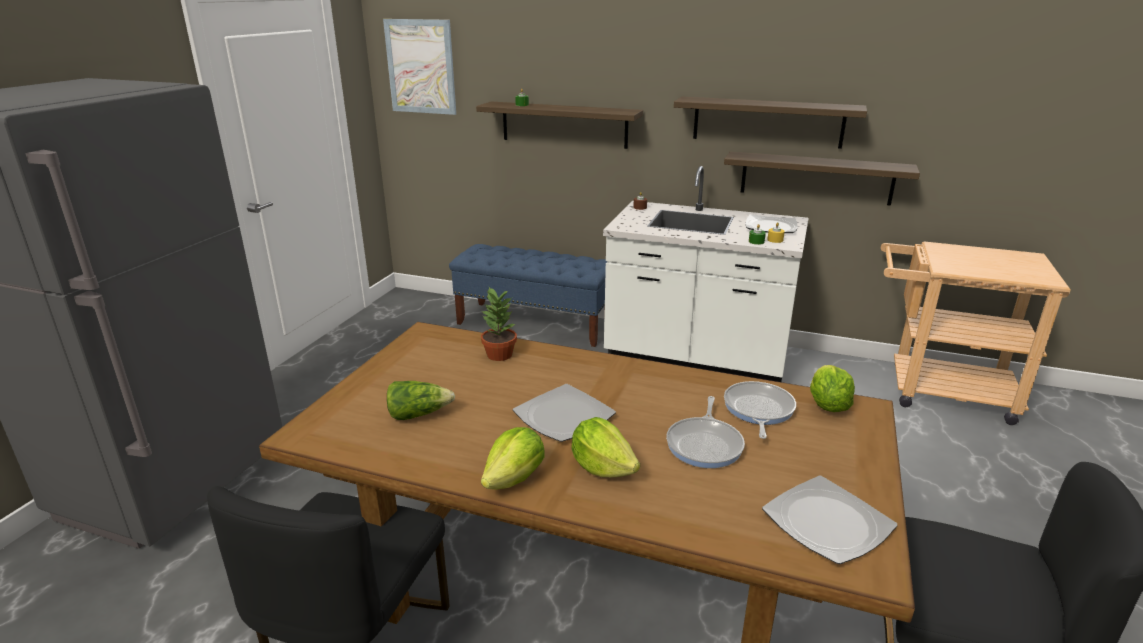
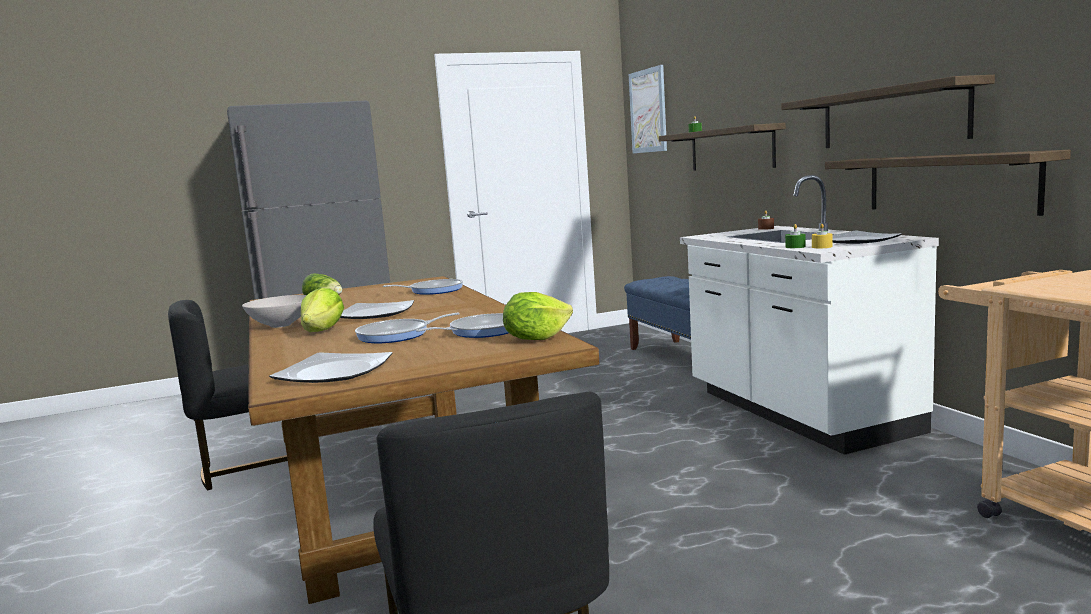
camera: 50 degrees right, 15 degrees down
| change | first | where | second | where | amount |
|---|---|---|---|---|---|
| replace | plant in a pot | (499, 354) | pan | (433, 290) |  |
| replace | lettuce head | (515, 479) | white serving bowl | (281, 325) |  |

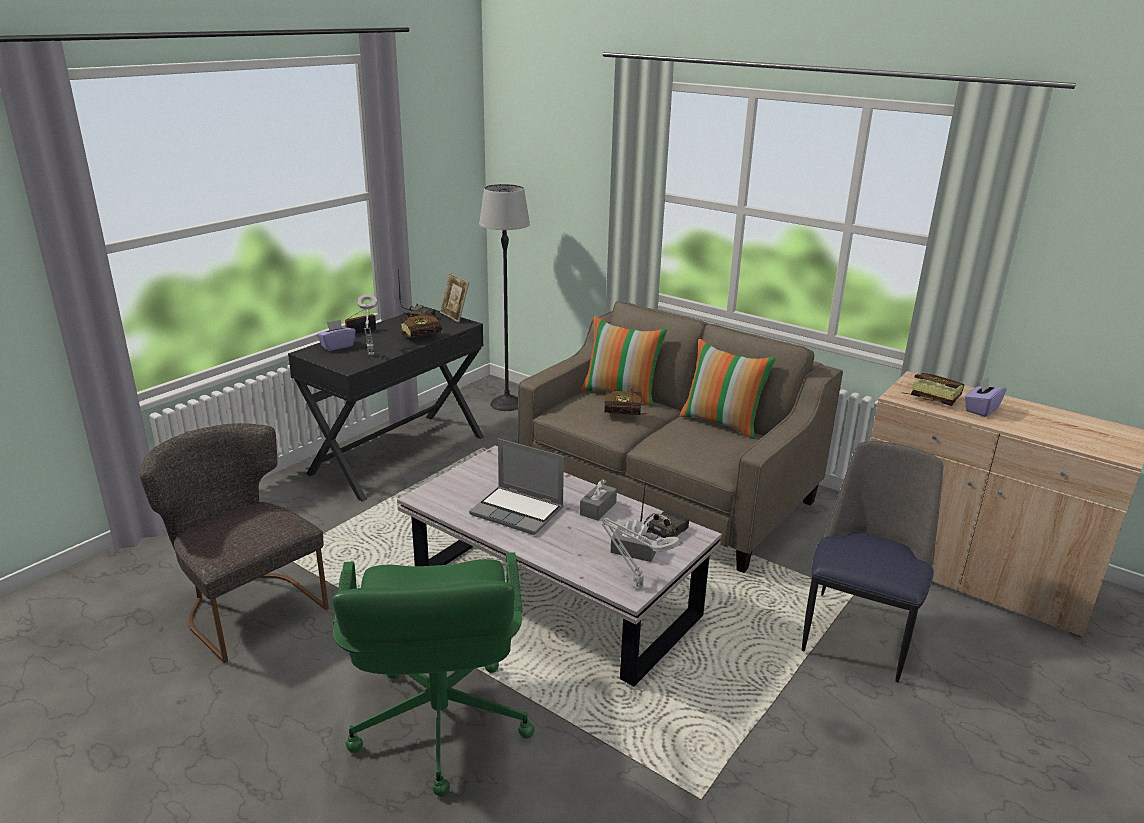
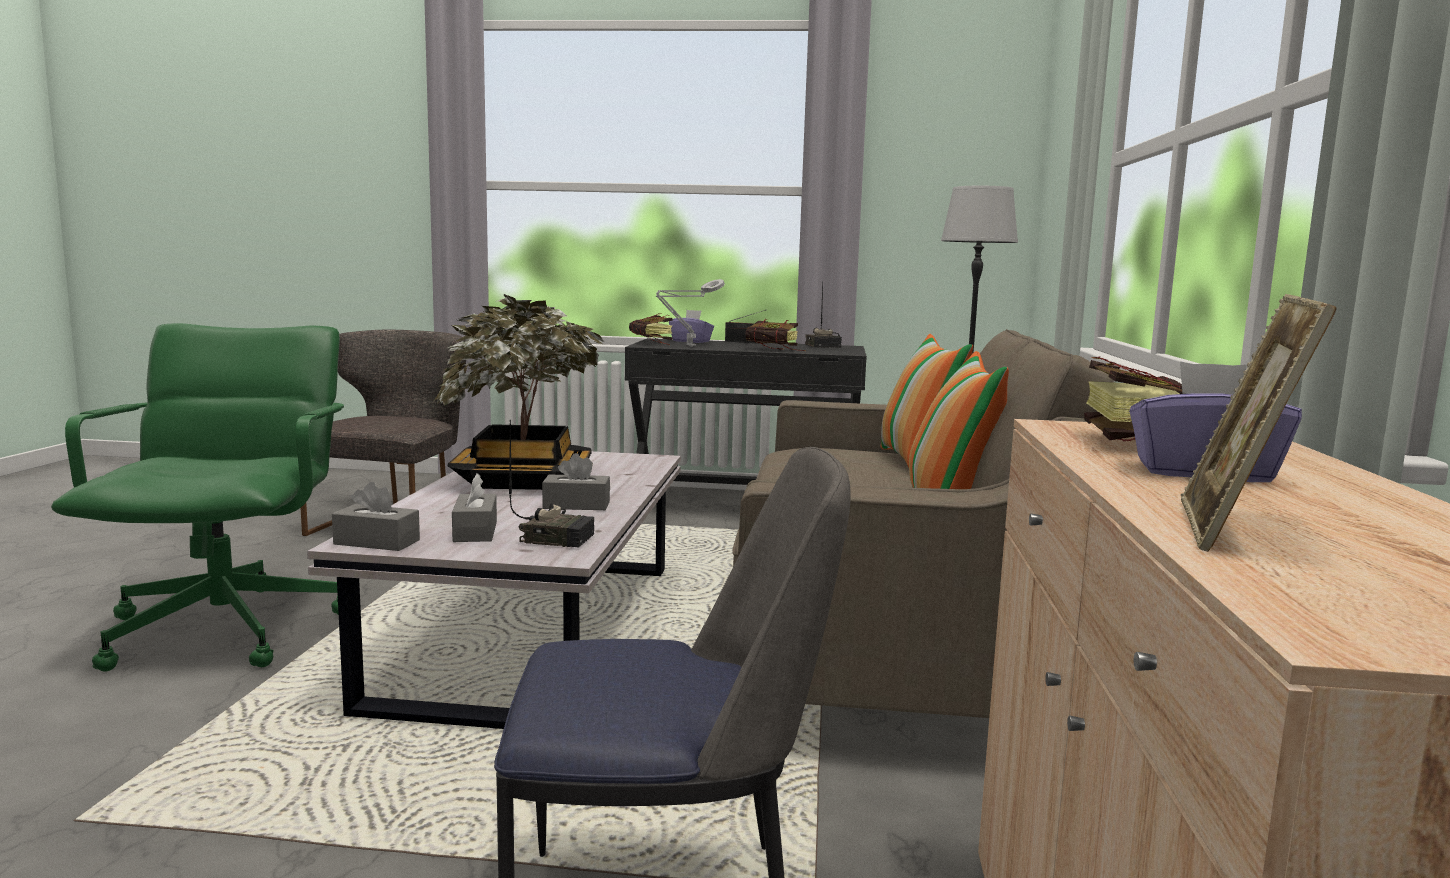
camera: 60 degrees right, 15 degrees down
| change | first | where | second | where | amount |
|---|---|---|---|---|---|
| rotate | green office chair | (439, 725) |  | (228, 629) | 120 degrees clockwise |
| move | photo frame | (455, 316) |  | (1233, 529) |  |
| replace | portable computer | (518, 511) | plant in a pot | (523, 480) |  |
| replace | greyish tabletop lamp | (635, 586) | greyish tissue holder | (377, 542) |  |
| move | volume | (626, 415) |  | (652, 343) |  |

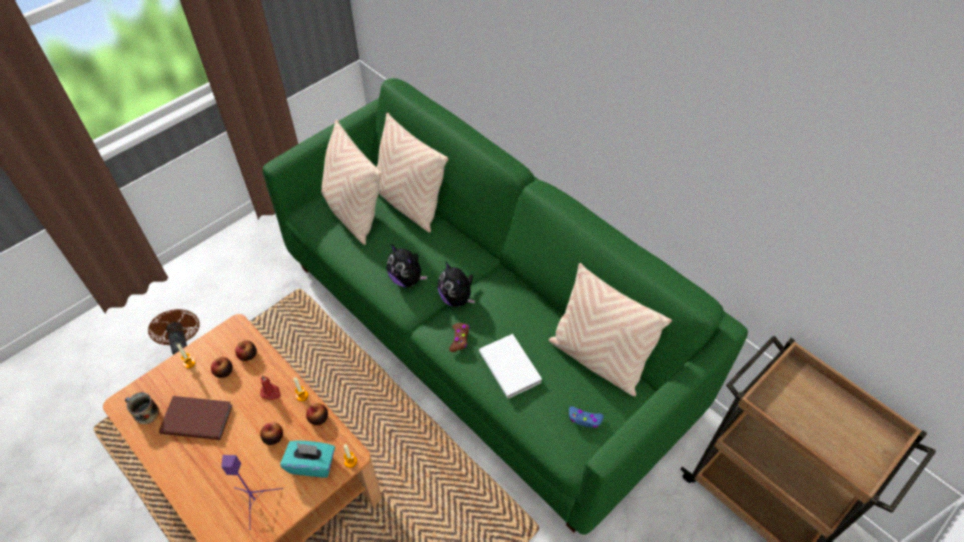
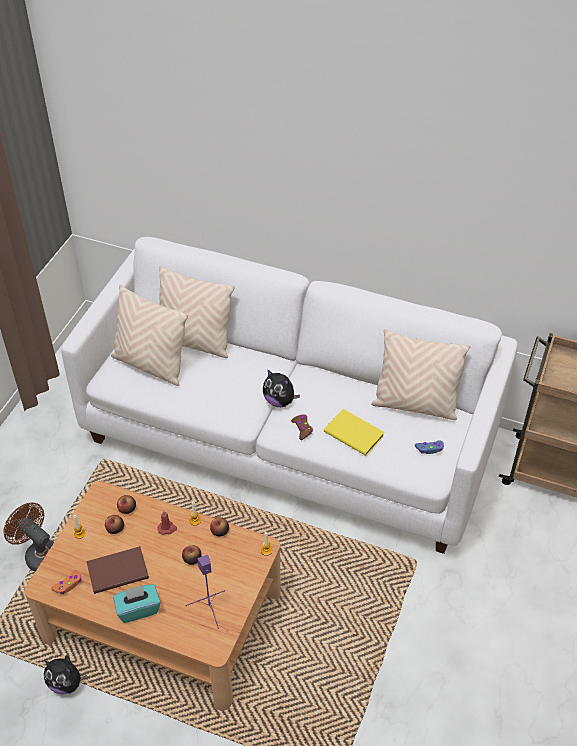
camera: 25 degrees left, 5 degrees down
| change | first | where | second | where | amount |
|---|---|---|---|---|---|
| replace | coffee mug | (145, 413) | orange-coloured game controller | (68, 585) |  |
| recolor | green sofa | (483, 335) | white sofa | (289, 438) |  |
| move | turquoise-coloured tissue holder | (312, 464) |  | (138, 609) |  |
| move | cuddly toy | (407, 279) |  | (66, 683) |  |
| recolor | white volume | (510, 366) | yellow volume | (354, 433) |  |

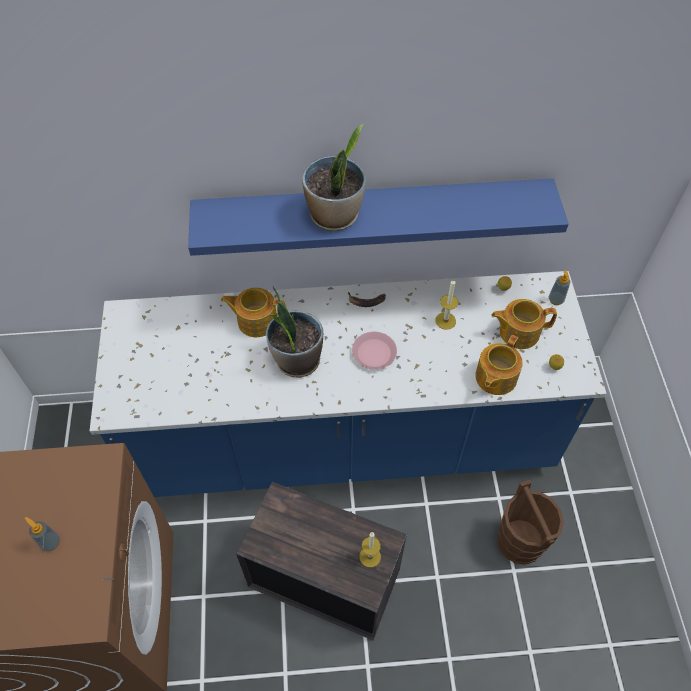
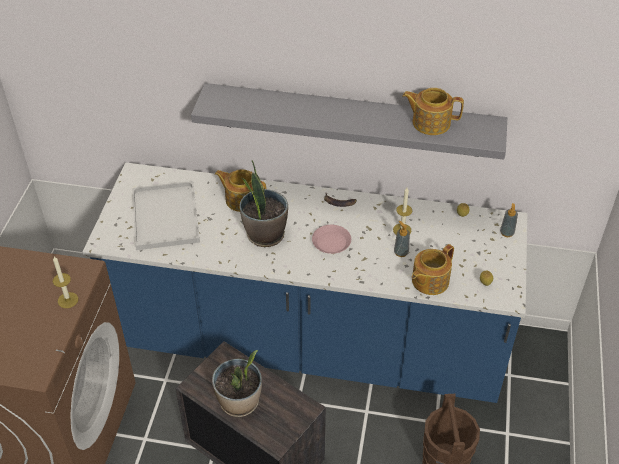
camera: 15 degrees right, 10 degrees down
| change | first | where | second | where | amount |
|---|---|---|---|---|---|
| move | liquid soap bottle | (50, 542) |  | (401, 252) |  |
| recolor | bluish wall shelf | (373, 211) | greyish wall shelf | (351, 120) |  |
| move | plant in a pot | (335, 216) |  | (239, 402) |  |
| move | wax candle | (370, 556) |  | (68, 300) |  |
| move | pot for tea | (518, 332) |  | (430, 122) |  |
| insert |  |  | white serving tray | (166, 217) |  |

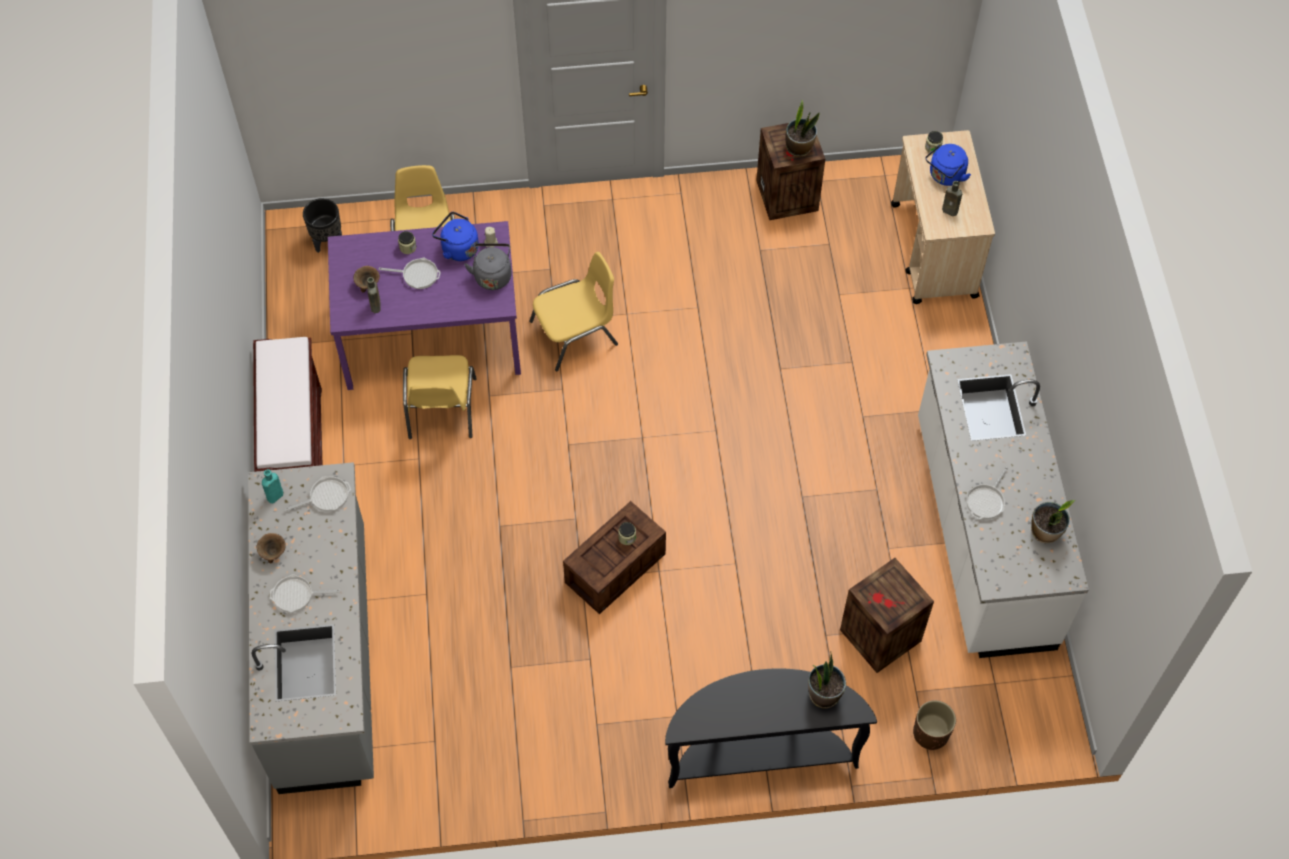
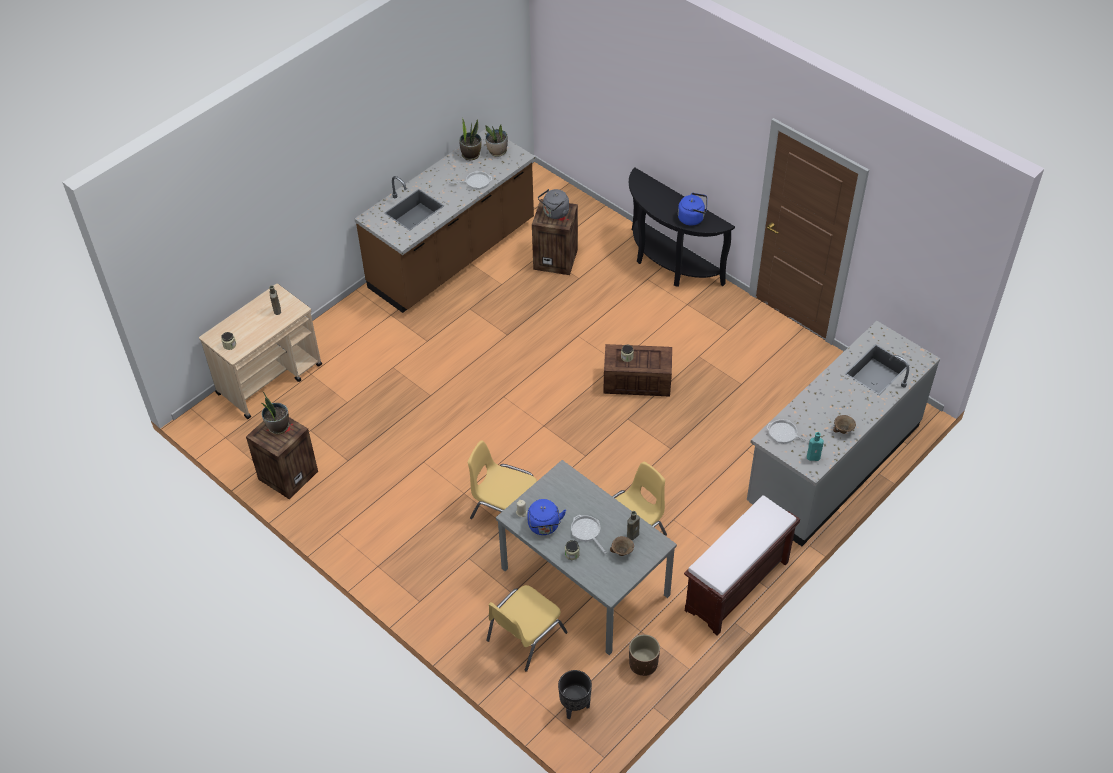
camera: 130 degrees left, 10 degrees down
| change | first | where | second | where | amount |
|---|---|---|---|---|---|
| delete | pan | (296, 595) |  |  |  |
| recolor | purplish dinner table | (432, 335) | greyish dinner table | (583, 582) |  |
| move | greyish kettle | (492, 275) |  | (555, 213) |  |
| move | plant in a pot | (824, 694) |  | (497, 151) |  |
| move | brown-coloured flower pot | (930, 733) |  | (643, 664) |  |
| recolor | white kitchen base unit | (982, 533) | brown-coloured kitchen base unit | (453, 256) |  |
| move | bluish kettle | (945, 176) |  | (692, 218) |  |

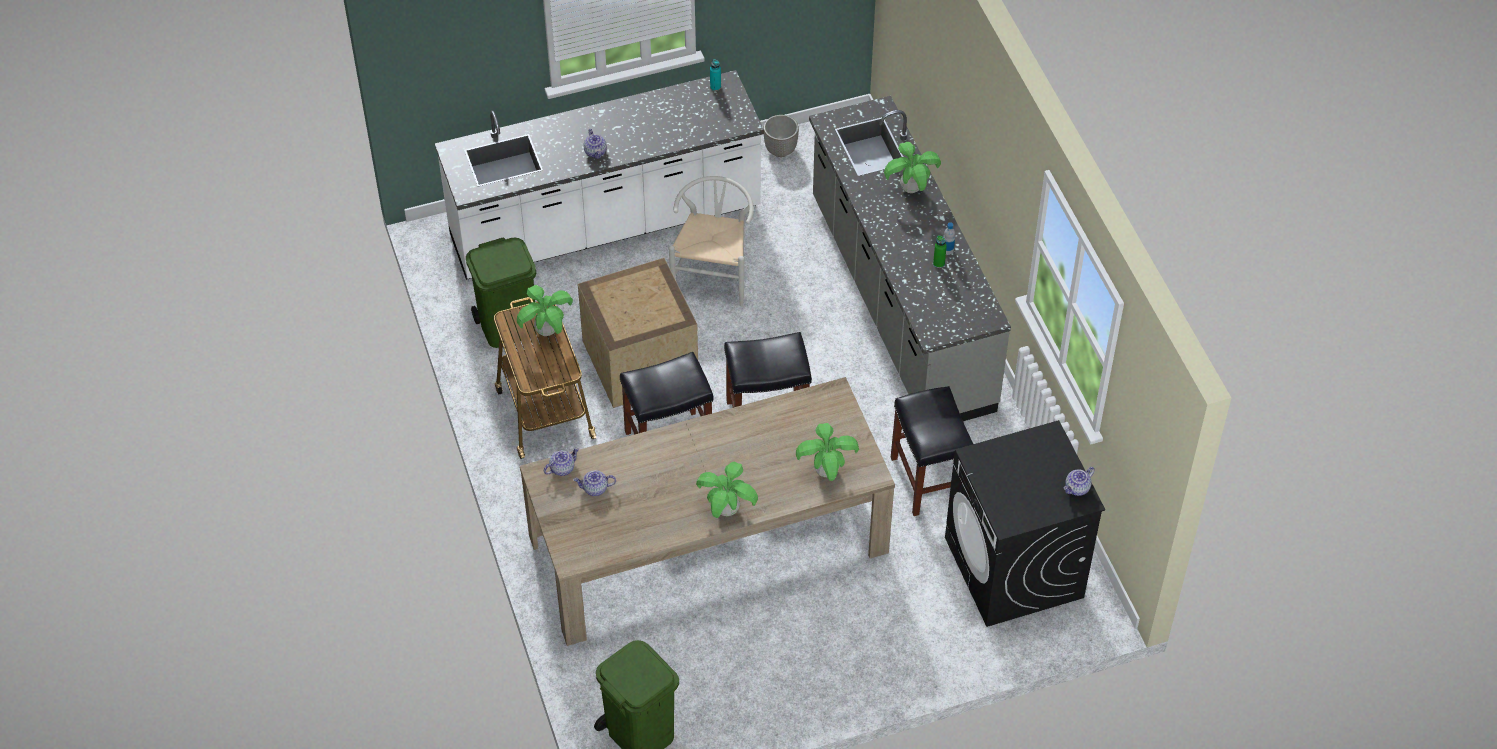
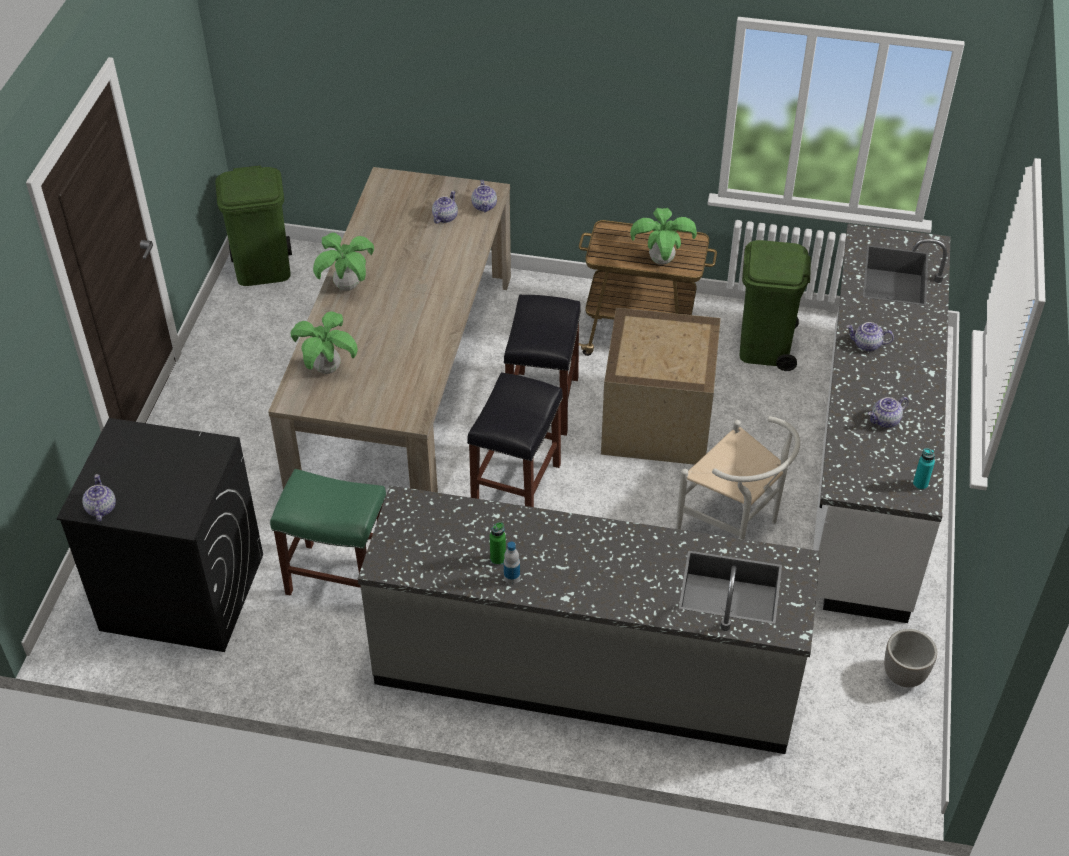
camera: 120 degrees right, 5 degrees down
| change | first | where | second | where | amount |
|---|---|---|---|---|---|
| delete | plant in a pot | (911, 188) |  |  |  |
| recolor | black sitting stool | (929, 481) | green sitting stool | (337, 577) |  |
| insert |  |  | pot for tea | (885, 421) |  |

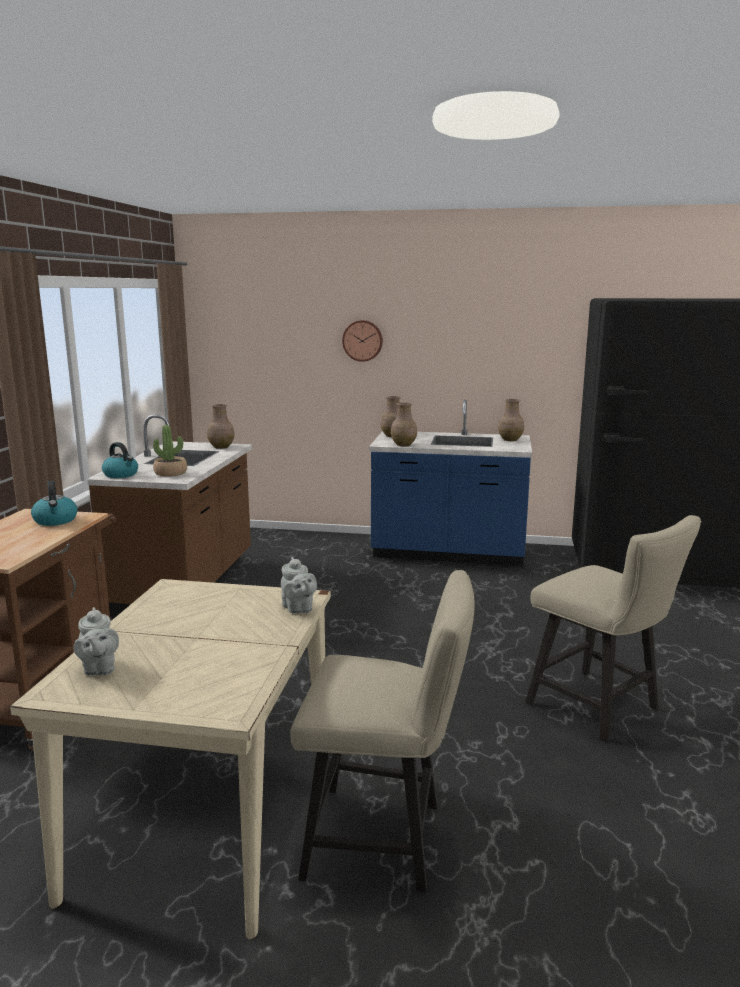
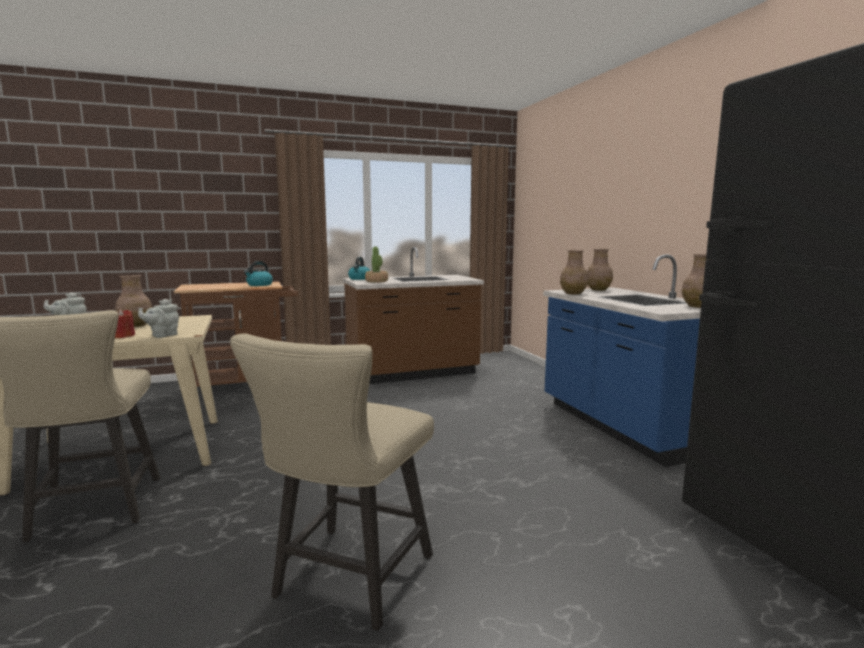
camera: 60 degrees right, 5 degrees down
| change | first | where | second | where | amount |
|---|---|---|---|---|---|
| move | brown-coloured decorative vase | (221, 447) |  | (135, 325) |  |
| delete | hanging clock | (362, 340) |  |  |  |
| insert |  |  | reddish wax candle | (123, 336) |  |

